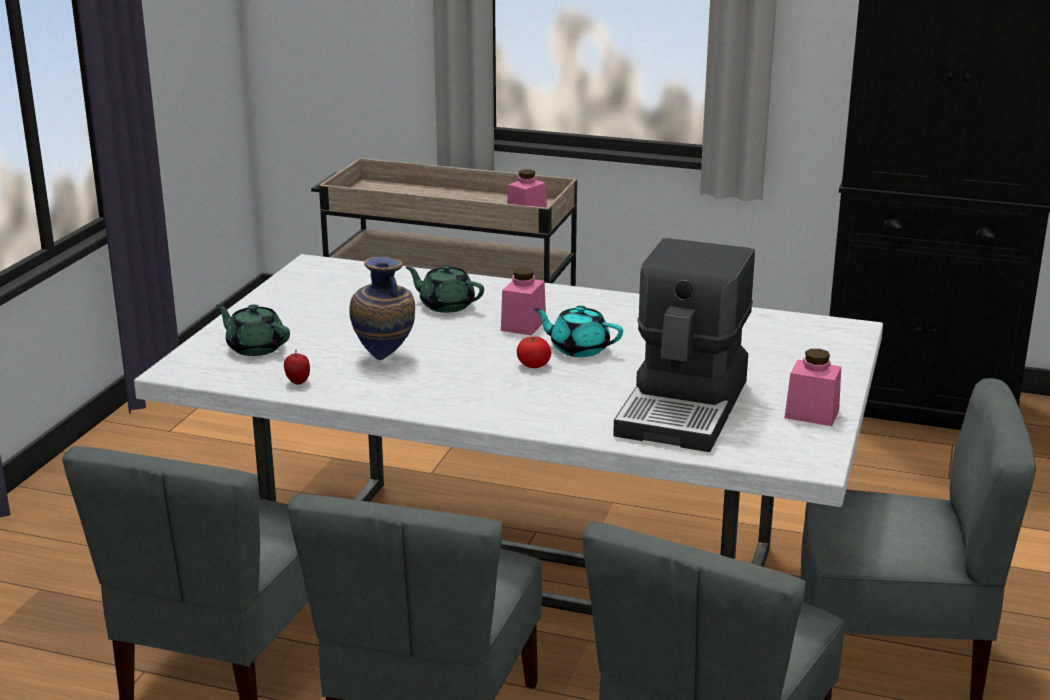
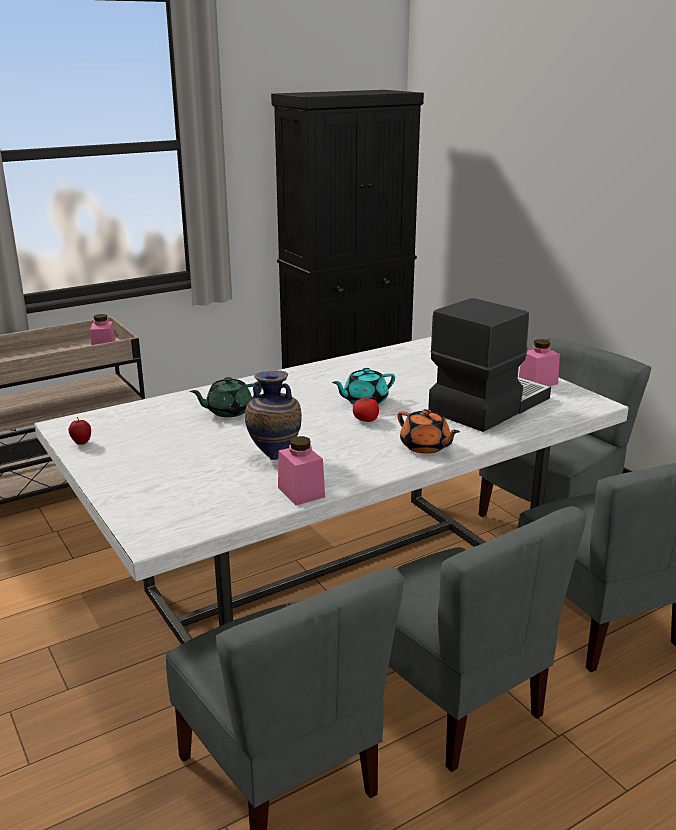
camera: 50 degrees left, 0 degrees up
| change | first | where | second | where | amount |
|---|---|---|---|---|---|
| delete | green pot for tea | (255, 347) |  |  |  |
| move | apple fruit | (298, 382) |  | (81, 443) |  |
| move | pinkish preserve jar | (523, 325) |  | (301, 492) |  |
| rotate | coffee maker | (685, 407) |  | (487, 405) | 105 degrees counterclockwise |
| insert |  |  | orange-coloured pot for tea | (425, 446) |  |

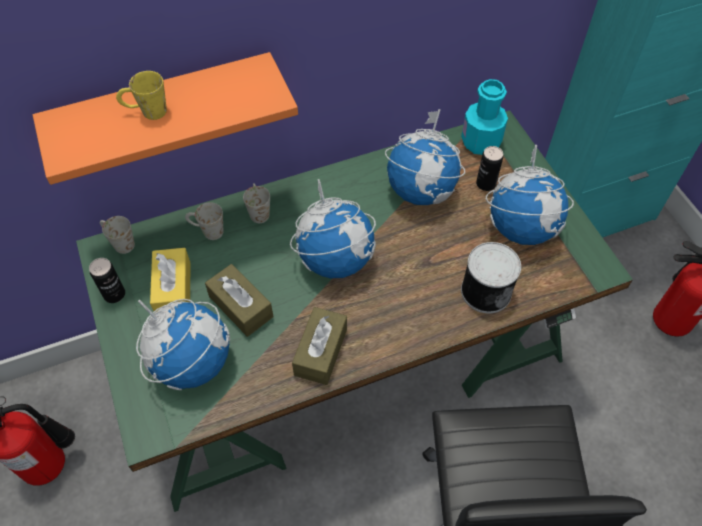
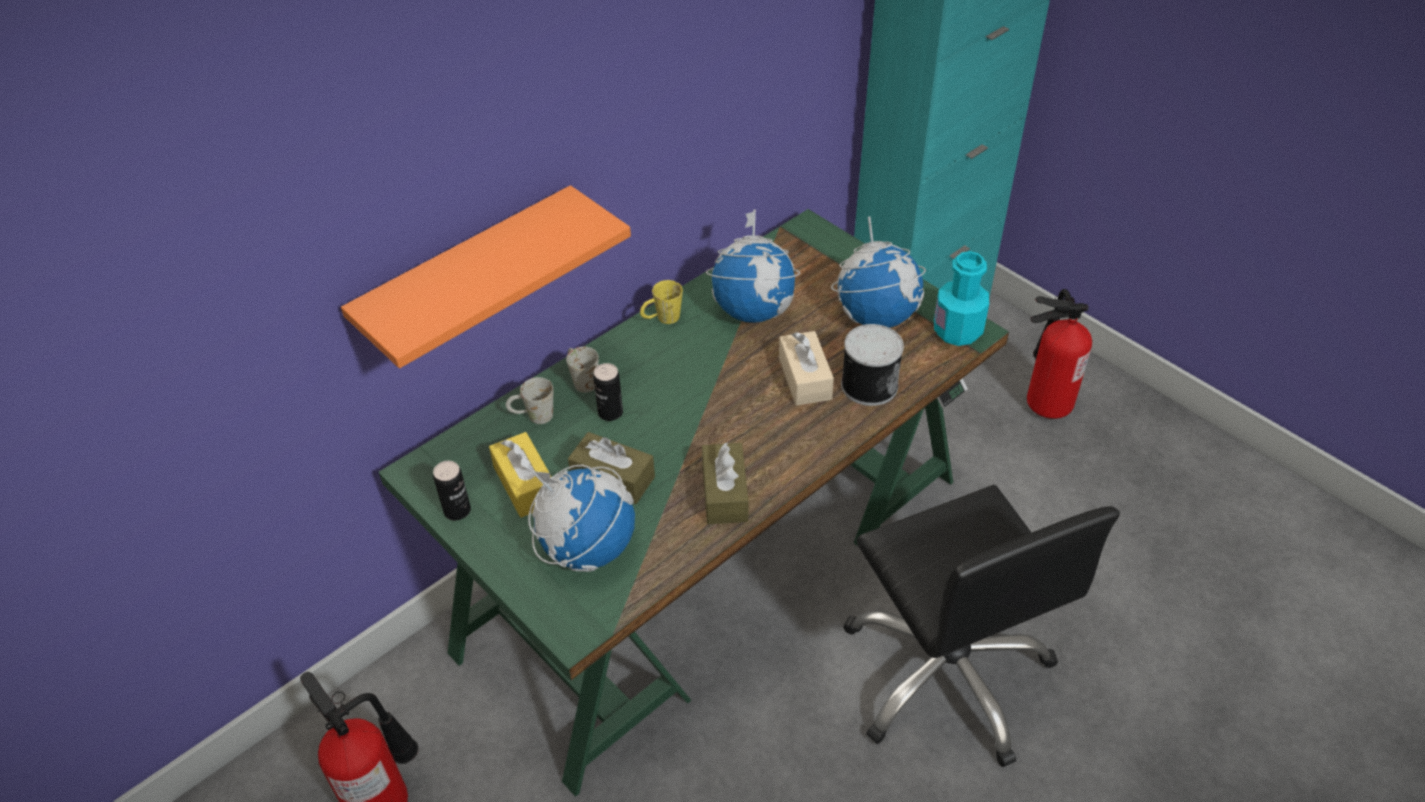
camera: 20 degrees left, 10 degrees down
| change | first | where | second | where | amount |
|---|---|---|---|---|---|
| delete | white coffee mug | (119, 243) |  |  |  |
| move | yellow coffee mug | (146, 112) |  | (662, 319) |  |
| delete | desk globe | (335, 259) |  |  |  |
| move | turquoise-coloured drink bottle | (480, 142) |  | (957, 331) |  |
| move | sealed can | (486, 184) |  | (610, 412) |  |
| insert |  |  | sand-coloured tissue holder | (804, 378) |  |

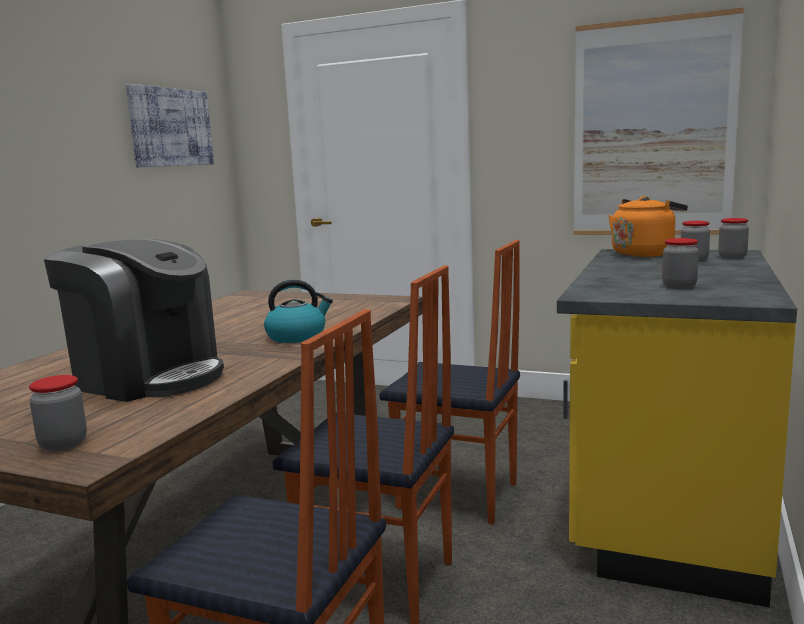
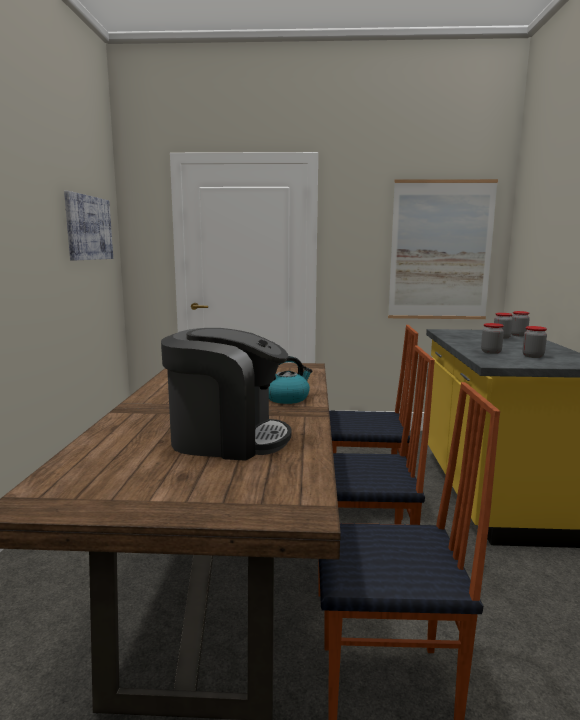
camera: 20 degrees left, 0 degrees up
| change | first | where | second | where | amount |
|---|---|---|---|---|---|
| move | preserve jar | (63, 444) |  | (491, 352) |  |
| delete | orange-coloured kettle | (644, 254) |  |  |  |

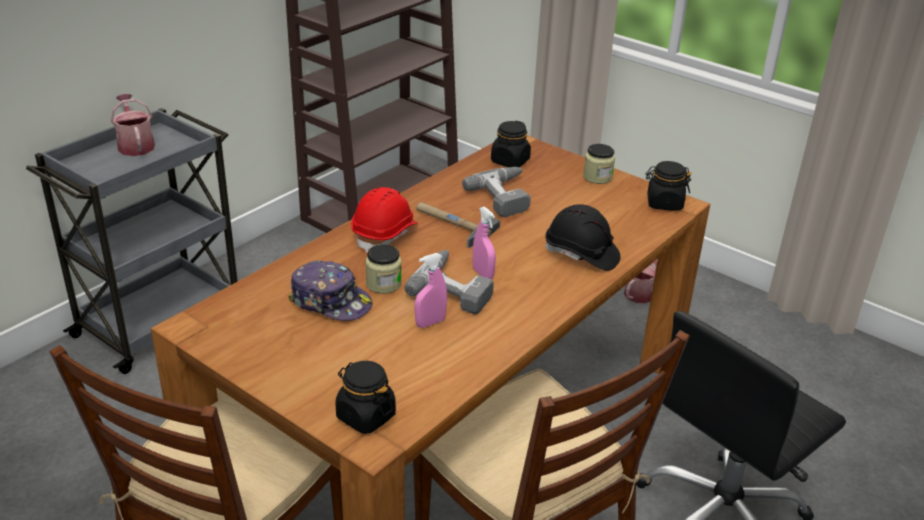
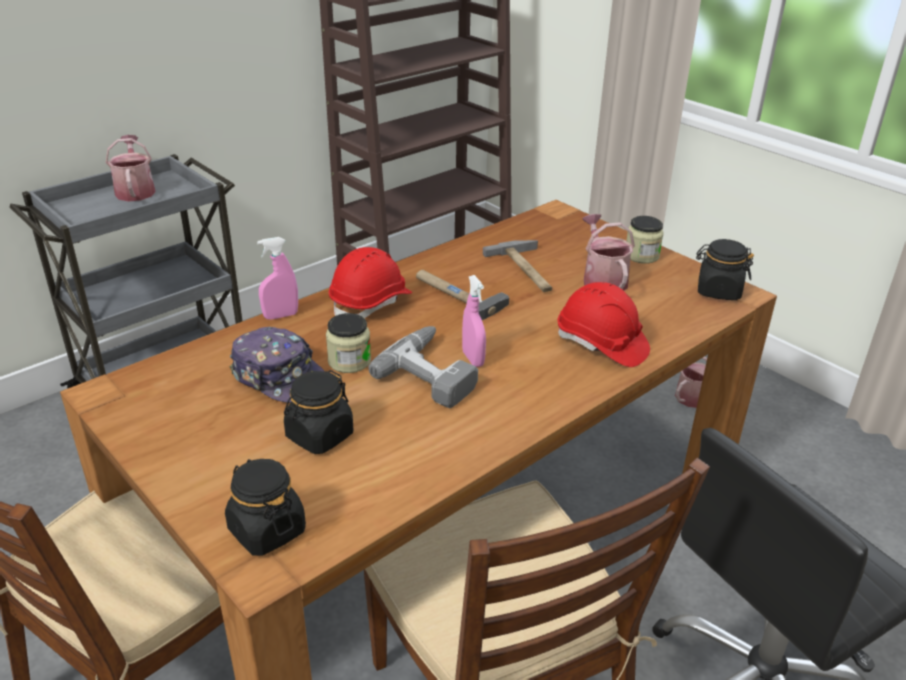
camera: 10 degrees right, 0 degrees up
| change | first | where | second | where | amount |
|---|---|---|---|---|---|
| move | pinkish sprayer | (430, 323) |  | (281, 316) |  |
| replace | drill | (507, 196) | hammer | (527, 270) |  |
| move | black preserve jar | (510, 161) |  | (319, 436) |  |
| recolor | black work helmet | (581, 254) | reddish work helmet | (601, 344) |  |
| insert |  |  | watering can | (602, 279) |  |

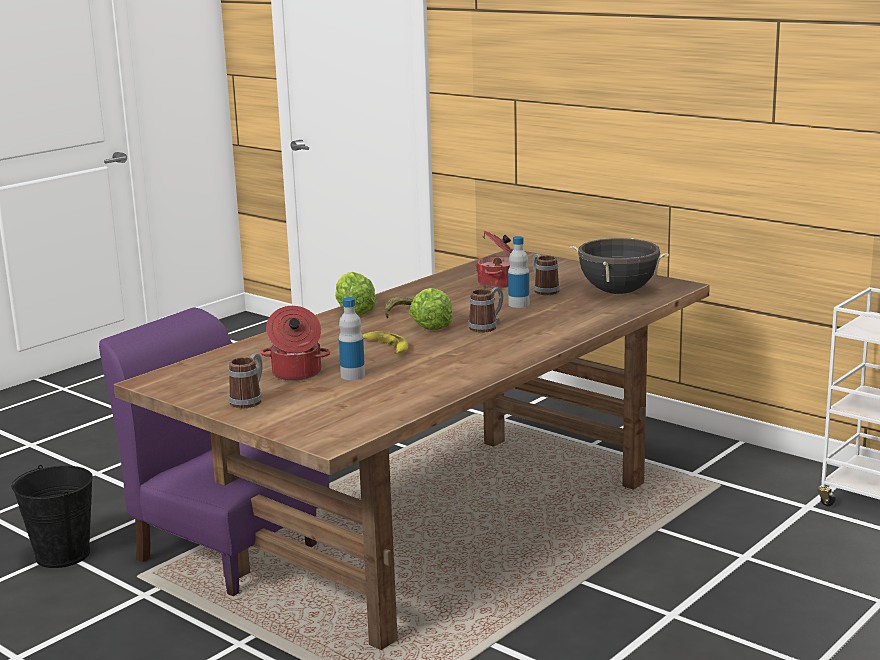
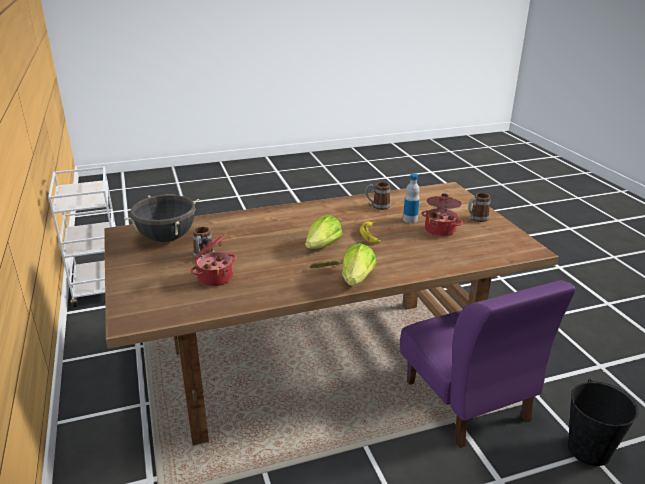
camera: 150 degrees left, 10 degrees up
| change | first | where | second | where | amount |
|---|---|---|---|---|---|
| move | coffee mug | (487, 327) |  | (377, 206) |  |
| delete | drink bottle | (518, 304) |  |  |  |

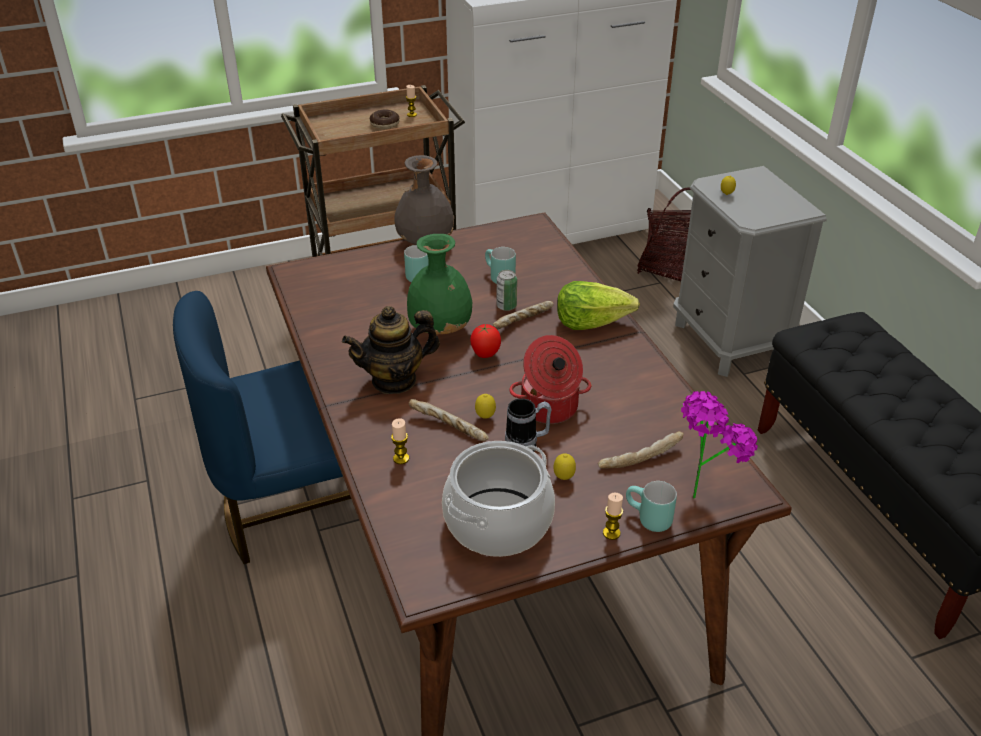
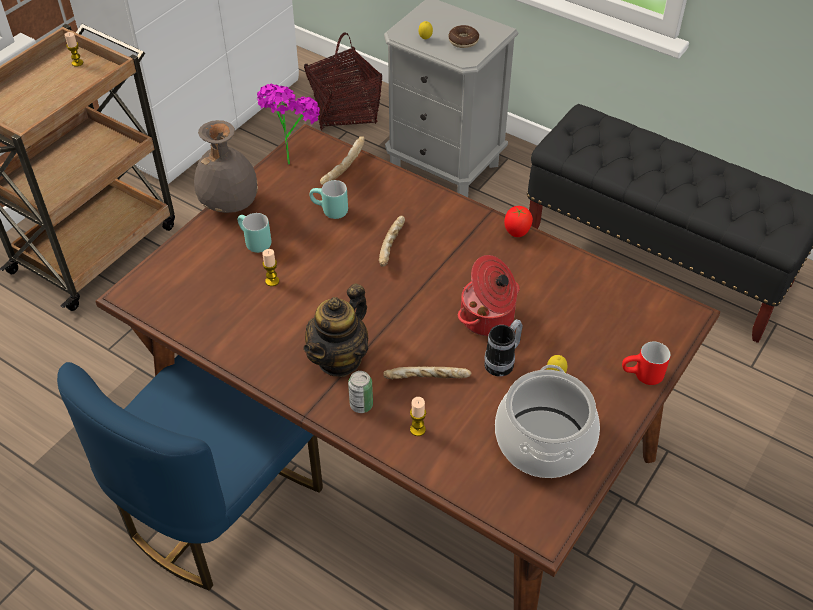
camera: 35 degrees left, 10 degrees up
| change | first | where | second | where | amount |
|---|---|---|---|---|---|
| move | donut | (384, 124) |  | (463, 41) |  |
| delete | green decorative vase | (441, 329) |  |  |  |
| move | fresh tomato | (485, 355) |  | (516, 233) |  |
| delete | whole lemon | (485, 417) |  |  |  |
| move | sealed can | (506, 306) |  | (361, 405) |  |
| delete | lettuce head | (591, 321) |  |  |  |
| move | bakery bread | (640, 457) |  | (342, 166) |  |
| move | wax candle | (611, 533) |  | (272, 281) |  |
| recolor | turquoise-coloured coffee mug | (647, 520) | reddish coffee mug | (642, 377) |  |
| move | plant in a pot | (702, 489) |  | (290, 156) |  |

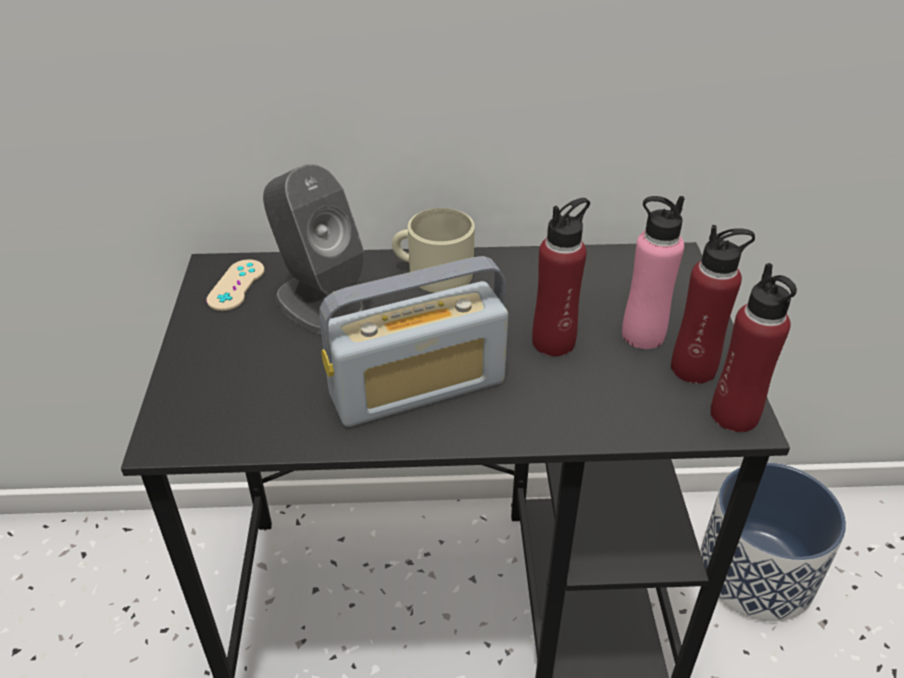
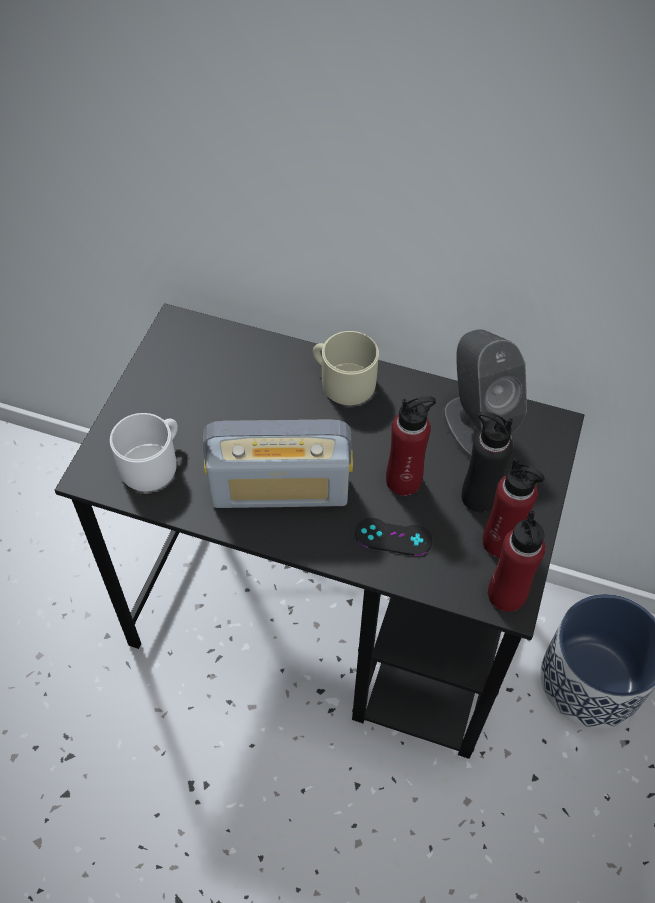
camera: 20 degrees right, 15 degrees up
| change | first | where | second | where | amount |
|---|---|---|---|---|---|
| delete | sand-coloured game controller | (236, 285) |  |  |  |
| move | greyish speaker | (319, 303) |  | (477, 427) |  |
| recolor | pinkish drink bottle | (642, 335) | black drink bottle | (479, 497) |  |
| insert |  |  | white coffee mug | (153, 461) |  |
| insert |  |  | black game controller | (393, 537) |  |

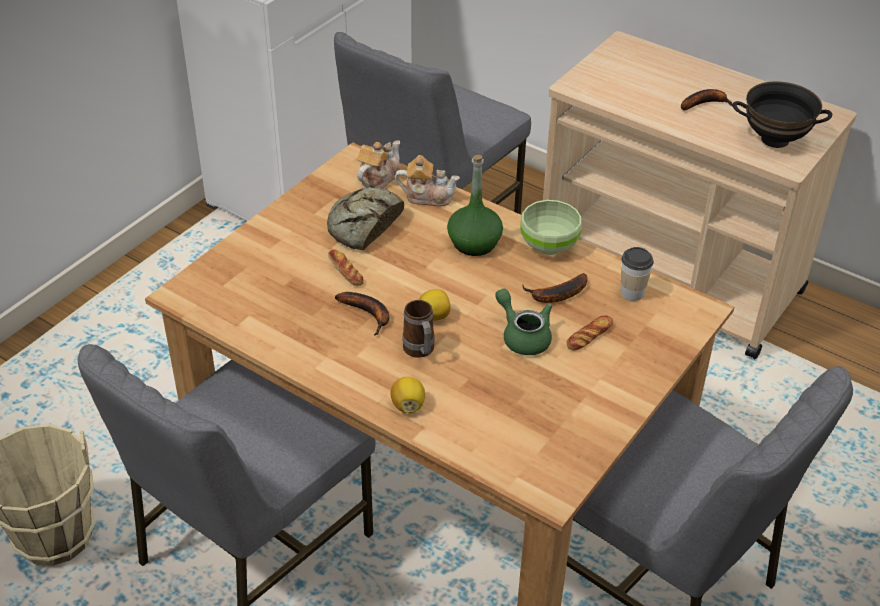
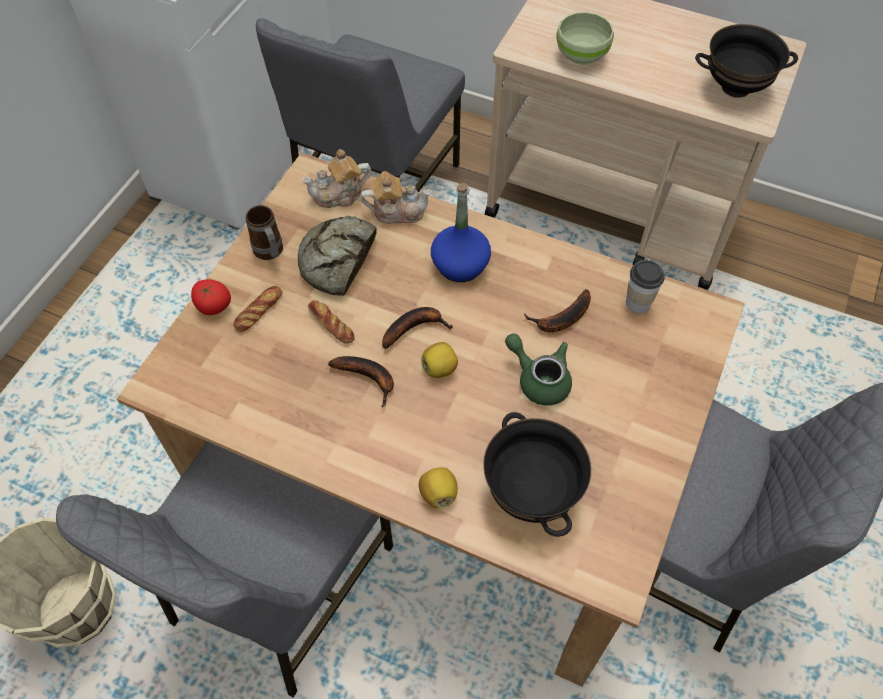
camera: 10 degrees left, 15 degrees up
| change | first | where | second | where | amount |
|---|---|---|---|---|---|
| rotate | pot for tea | (378, 178) |  | (339, 195) | 135 degrees counterclockwise |
| move | coffee mug | (420, 352) |  | (270, 253) |  |
| recolor | green drink bottle | (474, 243) | bluish drink bottle | (460, 265) |  |
| move | green serving bowl | (548, 245) |  | (580, 56) |  |
| move | bakery bread | (589, 336) |  | (258, 311) |  |
| move | whole banana | (705, 104) |  | (415, 327) |  |
| insert |  |  | fresh tomato | (213, 306) |  |
| insert |  |  | black serving bowl | (530, 493) |  |

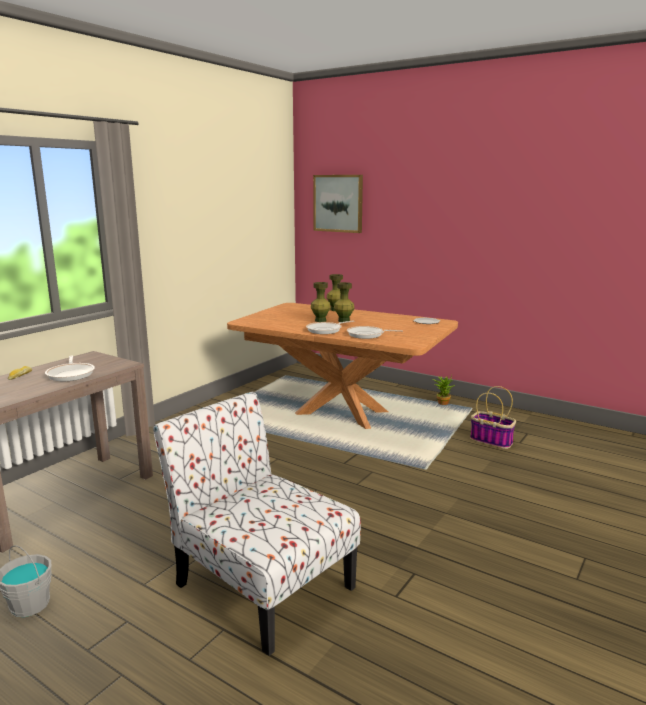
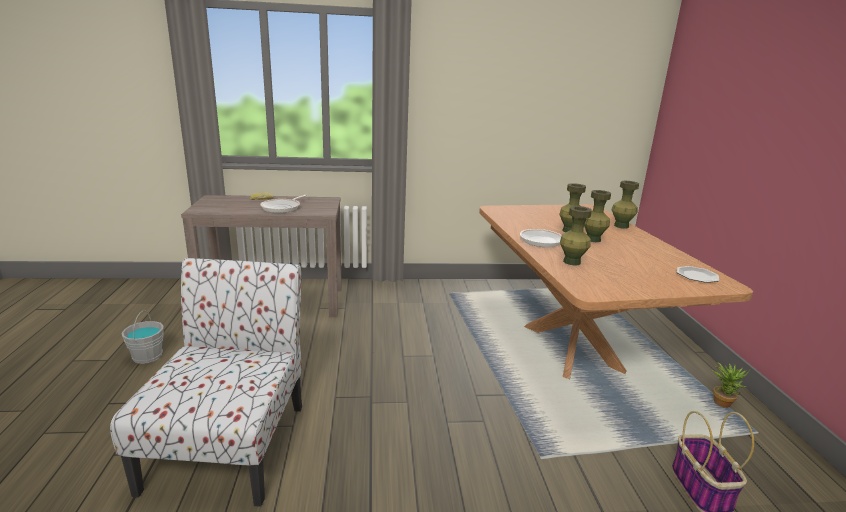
camera: 50 degrees right, 5 degrees up
| change | first | where | second | where | amount |
|---|---|---|---|---|---|
| delete | wall picture | (338, 203) |  |  |  |
| replace | pan | (367, 335) | green decorative vase | (572, 262) |  |

